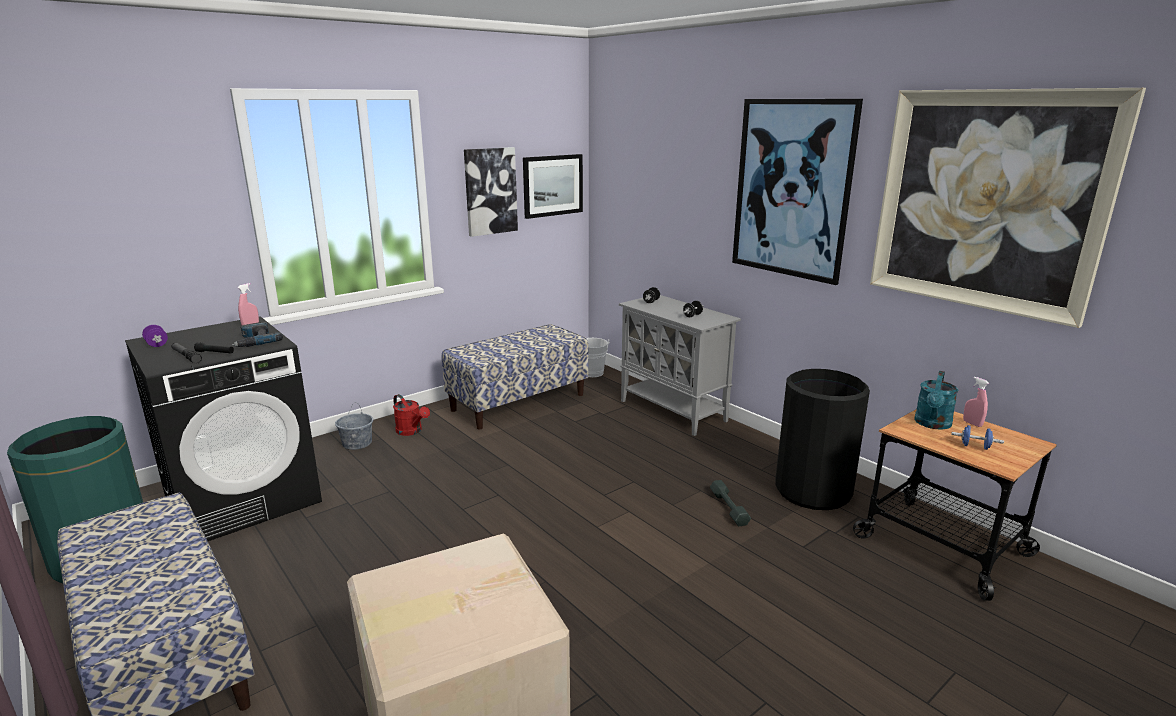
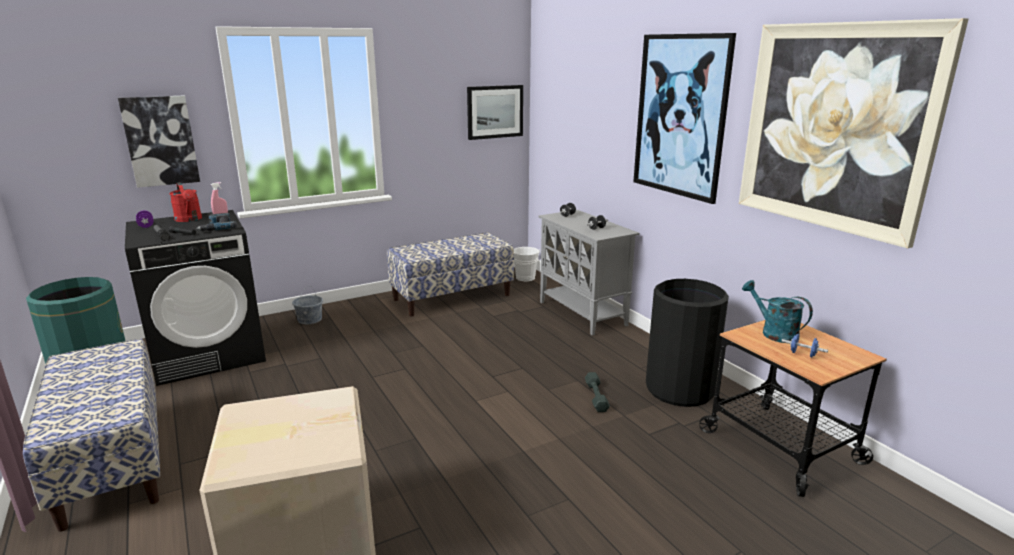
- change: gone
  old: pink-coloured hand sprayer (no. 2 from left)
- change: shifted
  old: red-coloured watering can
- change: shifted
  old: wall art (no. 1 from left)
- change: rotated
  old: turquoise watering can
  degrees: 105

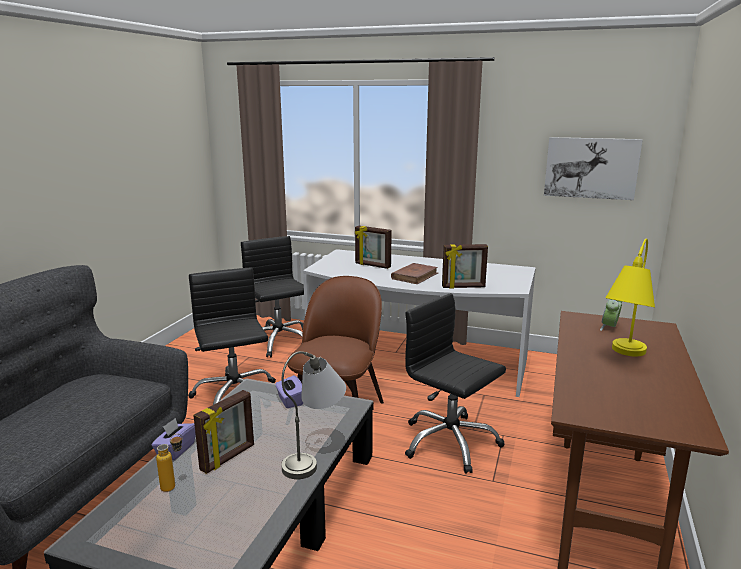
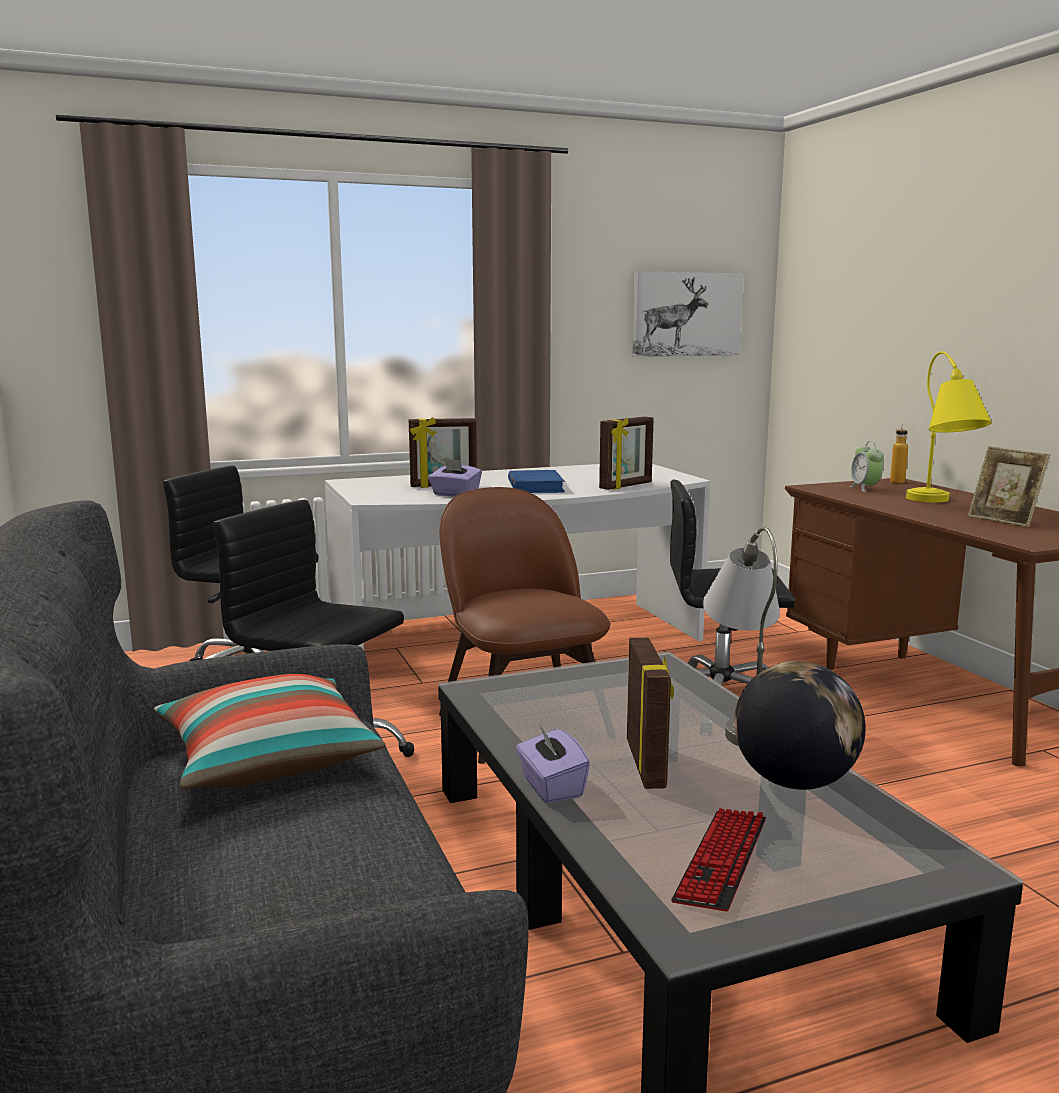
- change: new
  new: cushion
- change: new
  new: computer keyboard
- change: new
  new: desk globe
- change: new
  new: photo frame (no. 4 from left)
- change: shifted
  old: bottle
- change: shifted
  old: purple-coloured box of tissues (no. 2 from left in the first image)
  new: purple-coloured box of tissues (no. 1 from left)
- change: repainted
  old: brown book
  new: blue book

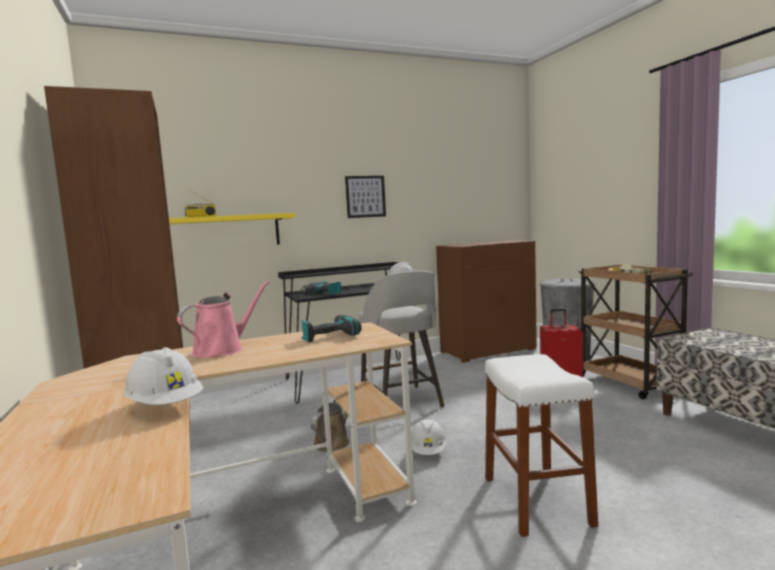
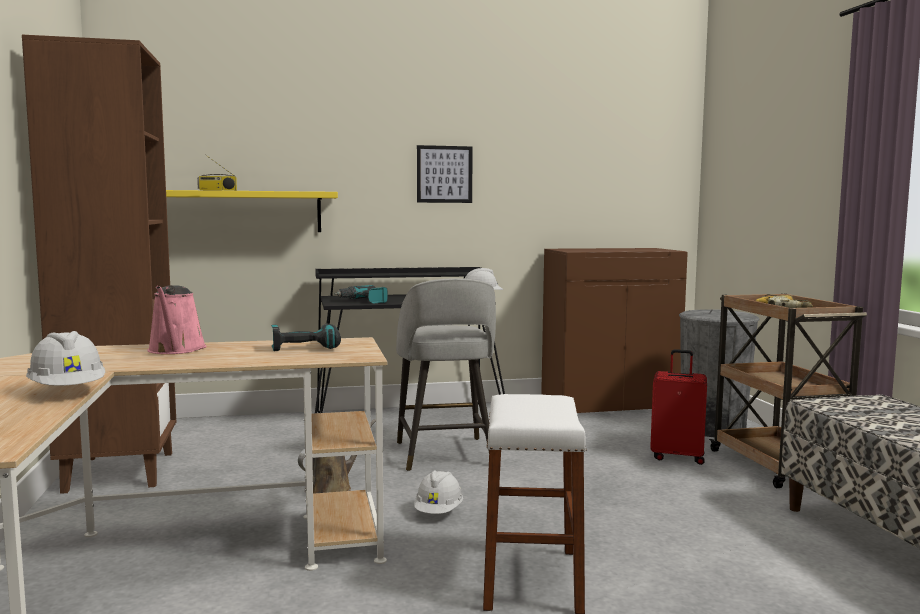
- change: rotated
  old: pink-coloured watering can
  degrees: 120

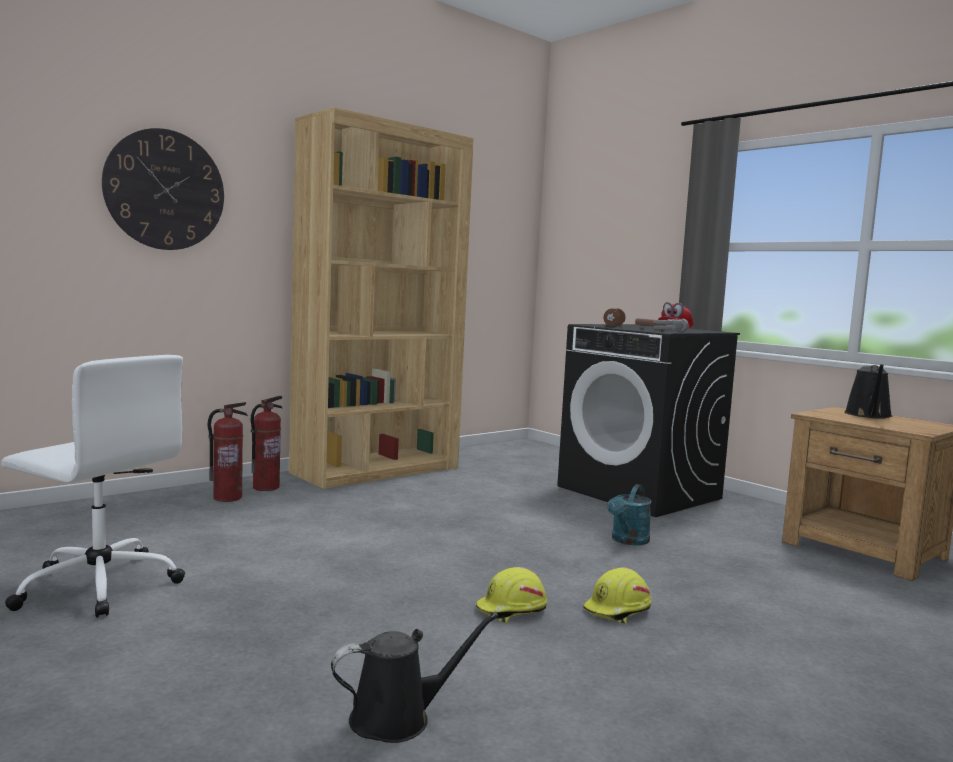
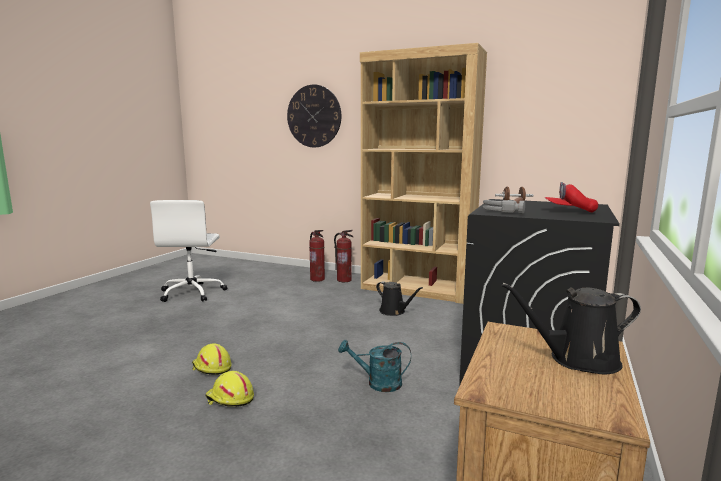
- change: shifted
  old: black watering can (no. 1 from left)

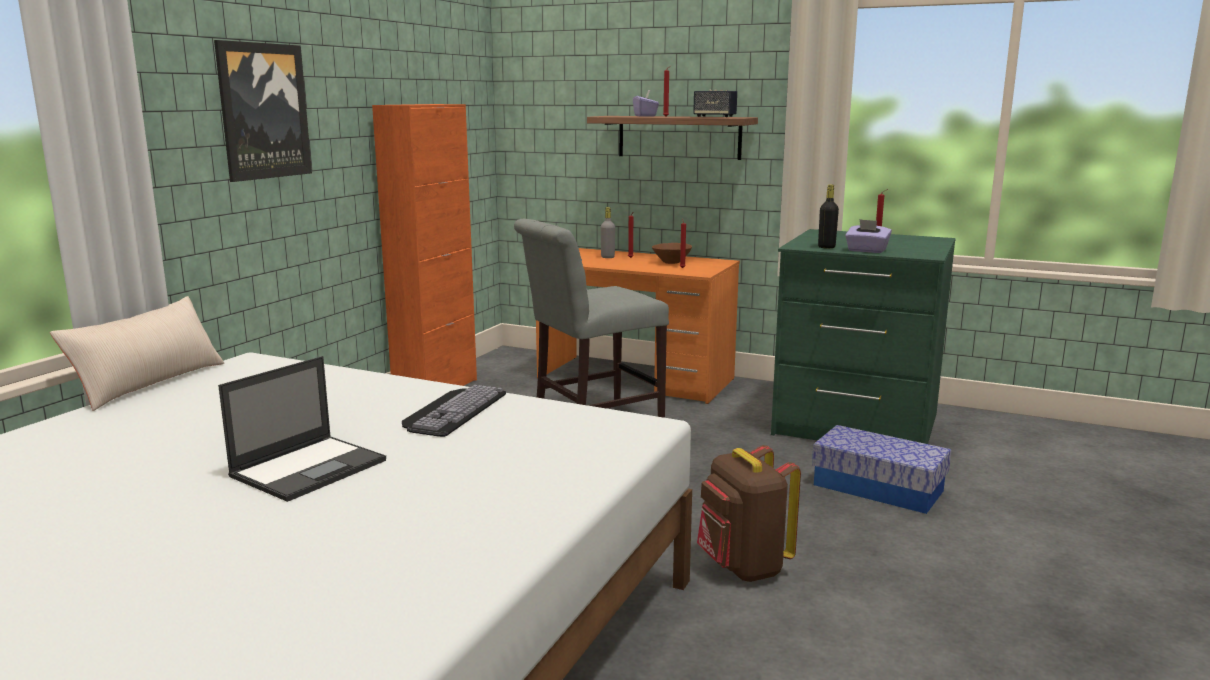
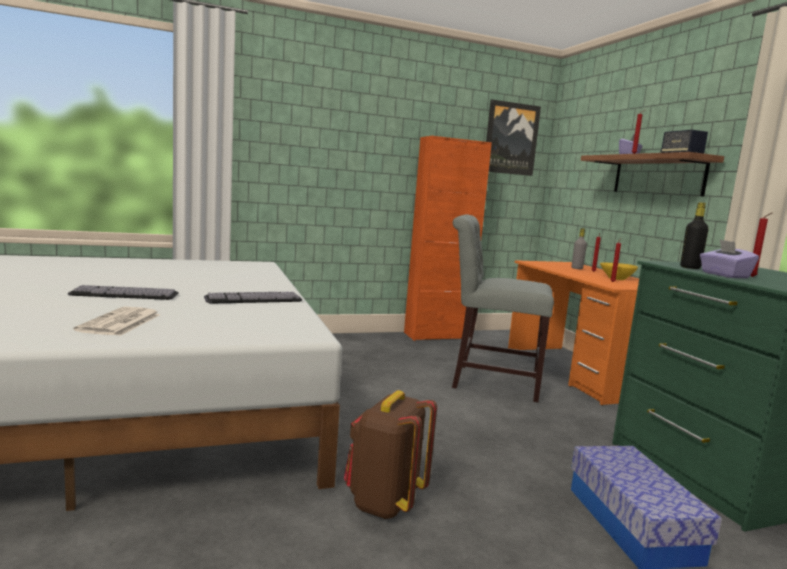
- change: gone
  old: beige-coloured cushion
- change: new
  new: daily paper
- change: shifted
  old: wall art
- change: swapped
  old: portable computer
  new: computer keyboard (no. 1 from left)
- change: repainted
  old: brown bowl
  new: yellowish bowl

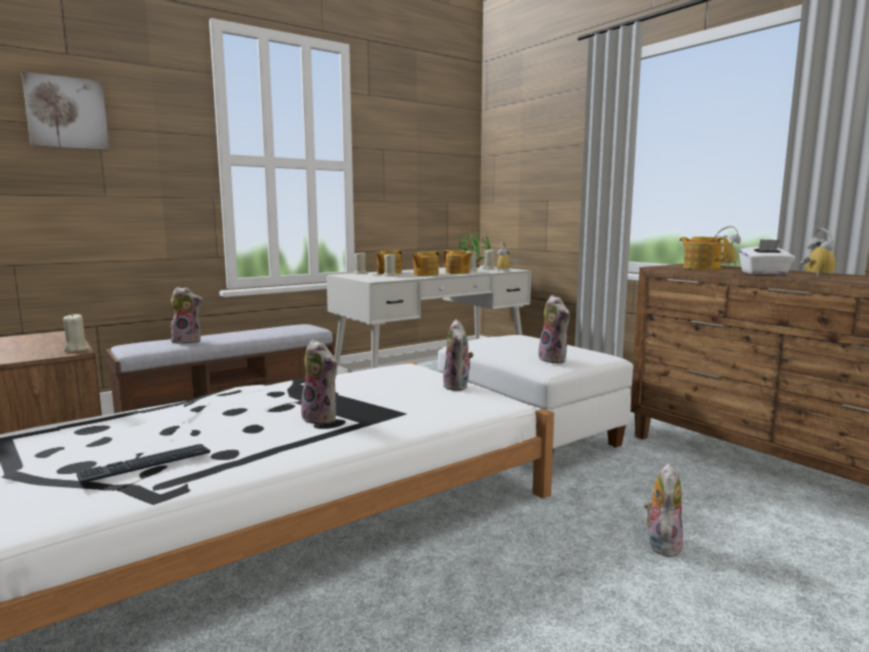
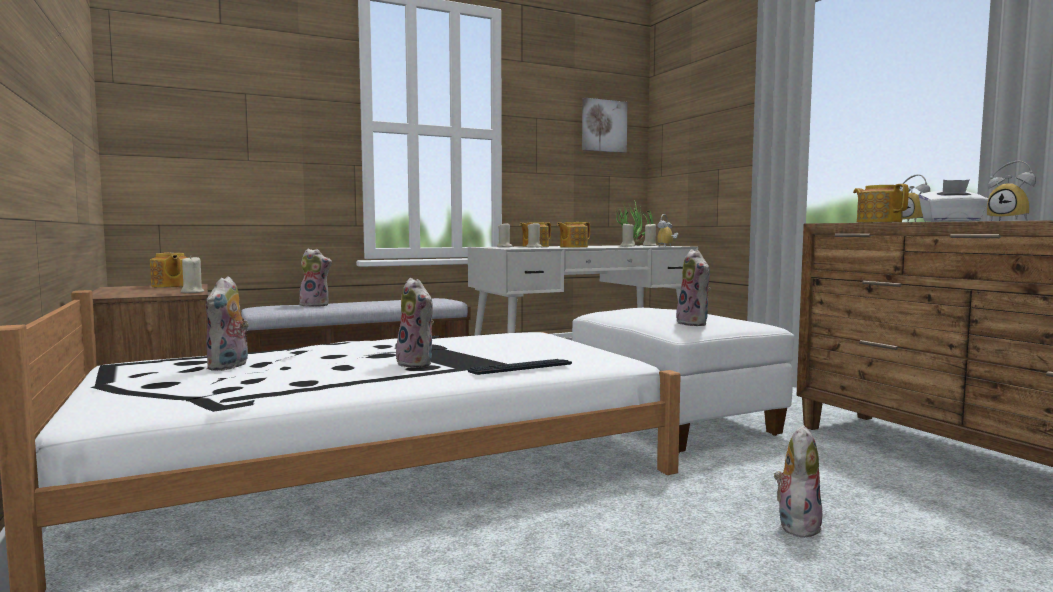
- change: shifted
  old: wall art
- change: shifted
  old: computer keyboard
- change: shifted
  old: tea pot (no. 3 from left in the first image)
  new: tea pot (no. 1 from left)
- change: shifted
  old: cuddly toy (no. 3 from left in the first image)
  new: cuddly toy (no. 1 from left)
- change: rotated
  old: alarm clock (no. 3 from left)
  degrees: 135

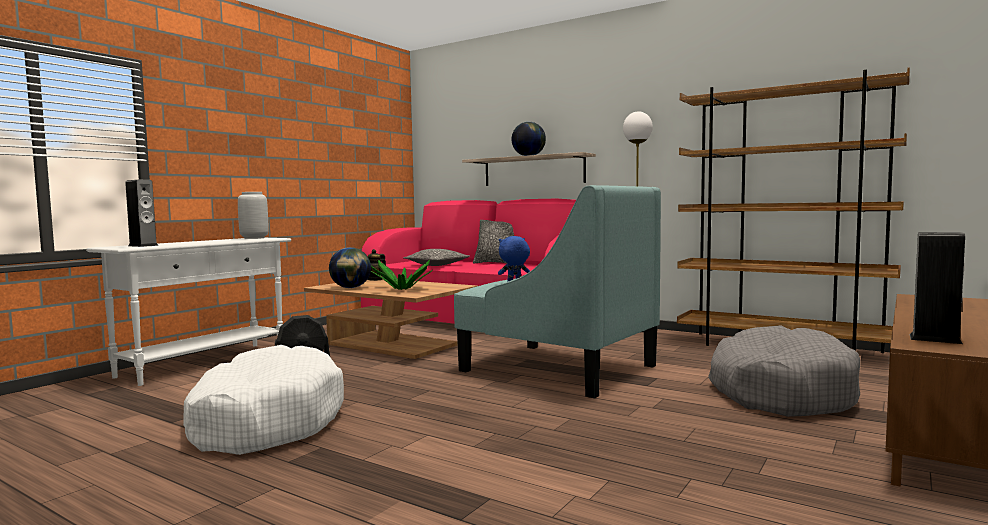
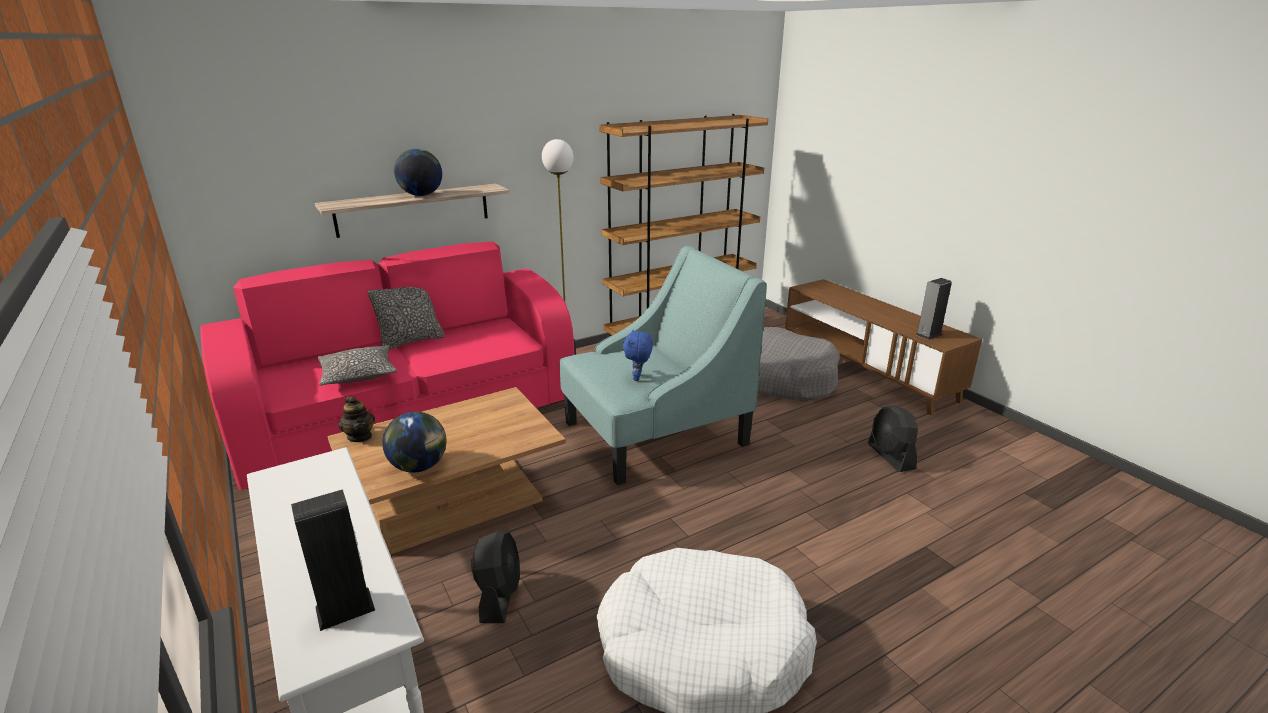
- change: gone
  old: greyish flower vase
- change: gone
  old: houseplant
- change: new
  new: black electric fan (no. 2 from left)

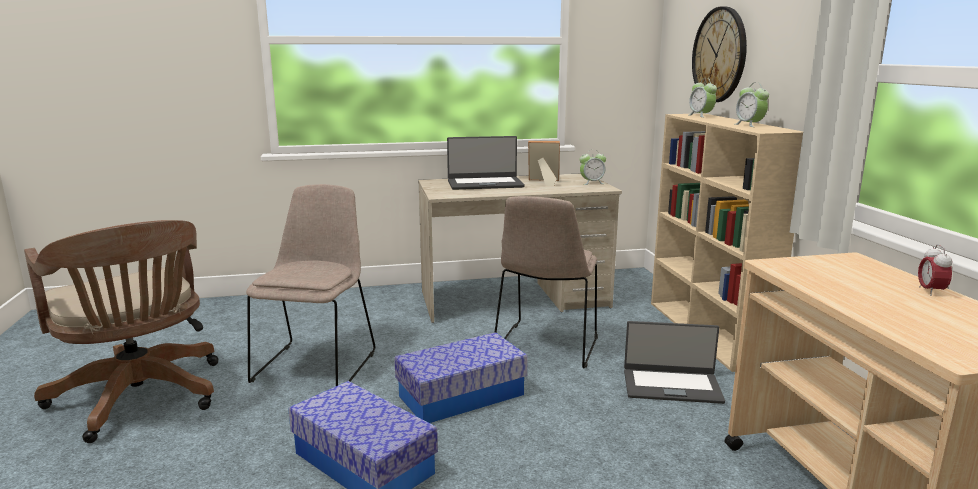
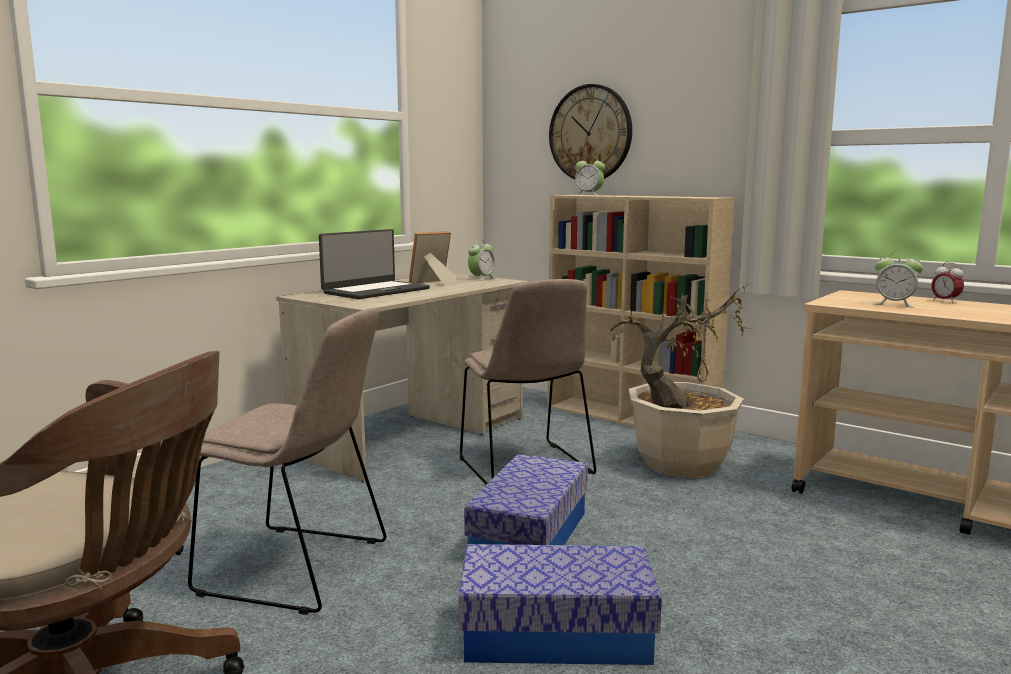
- change: shifted
  old: alarm clock (no. 3 from left)
- change: swapped
  old: portable computer (no. 2 from left)
  new: houseplant
- change: rotated
  old: beige-coloured chair (no. 1 from left)
  degrees: 135

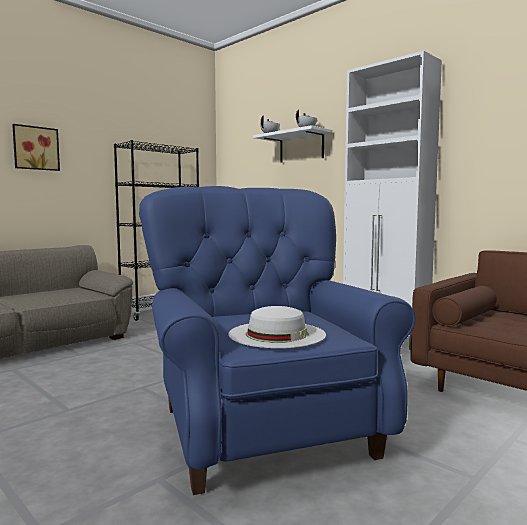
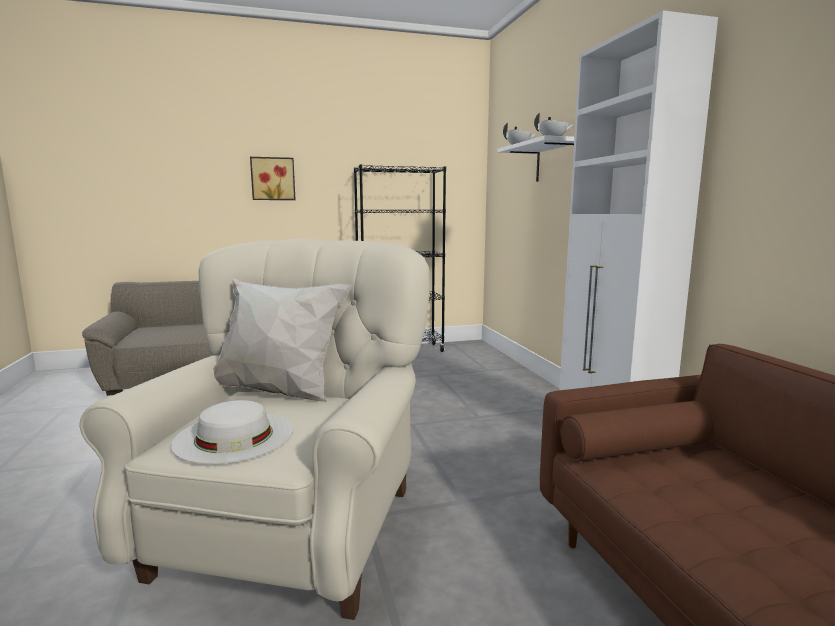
- change: new
  new: white cushion
- change: repainted
  old: blue lounge chair
  new: beige-coloured lounge chair

